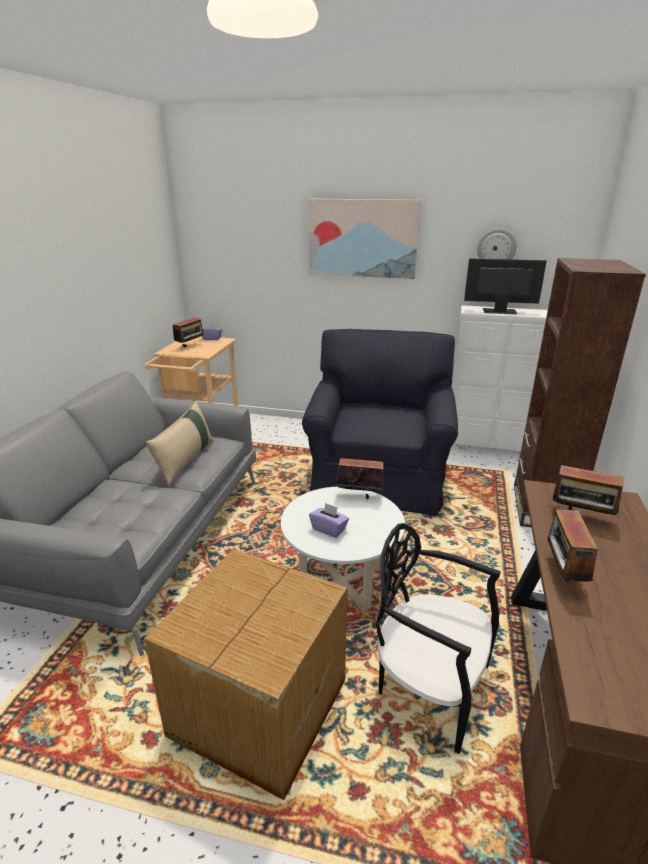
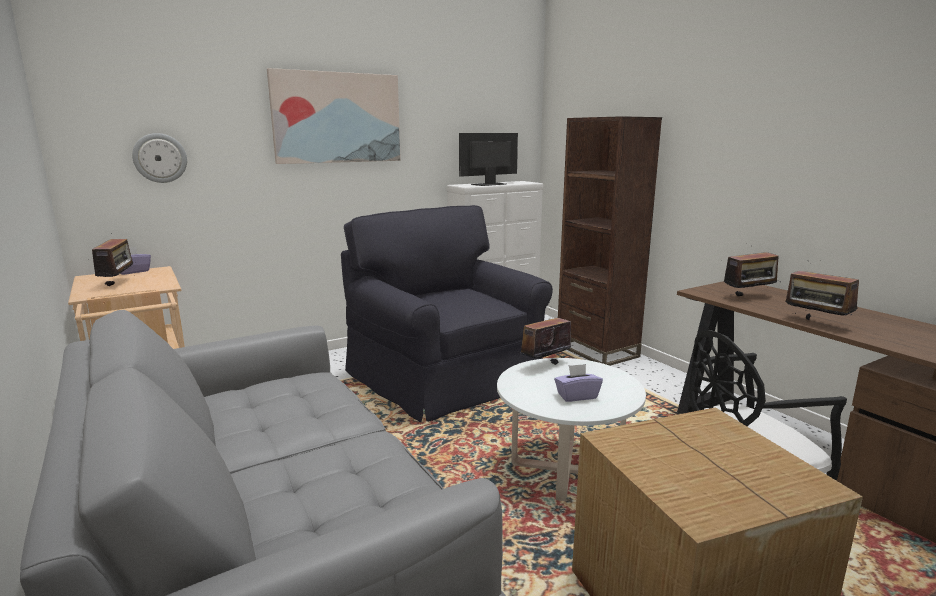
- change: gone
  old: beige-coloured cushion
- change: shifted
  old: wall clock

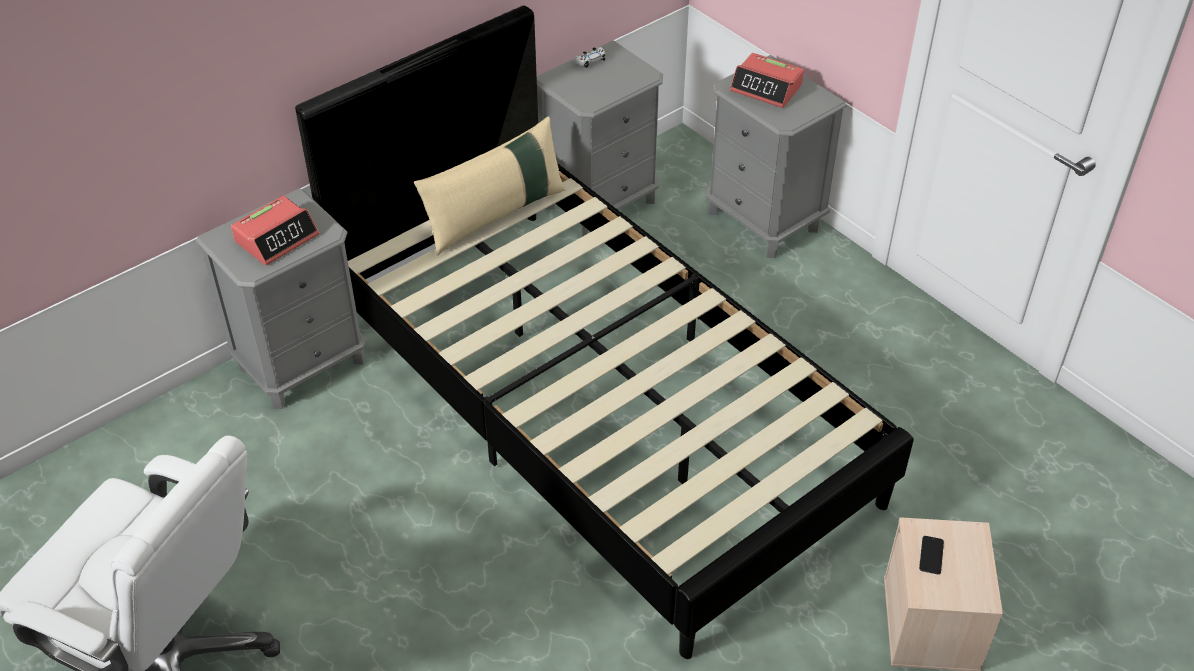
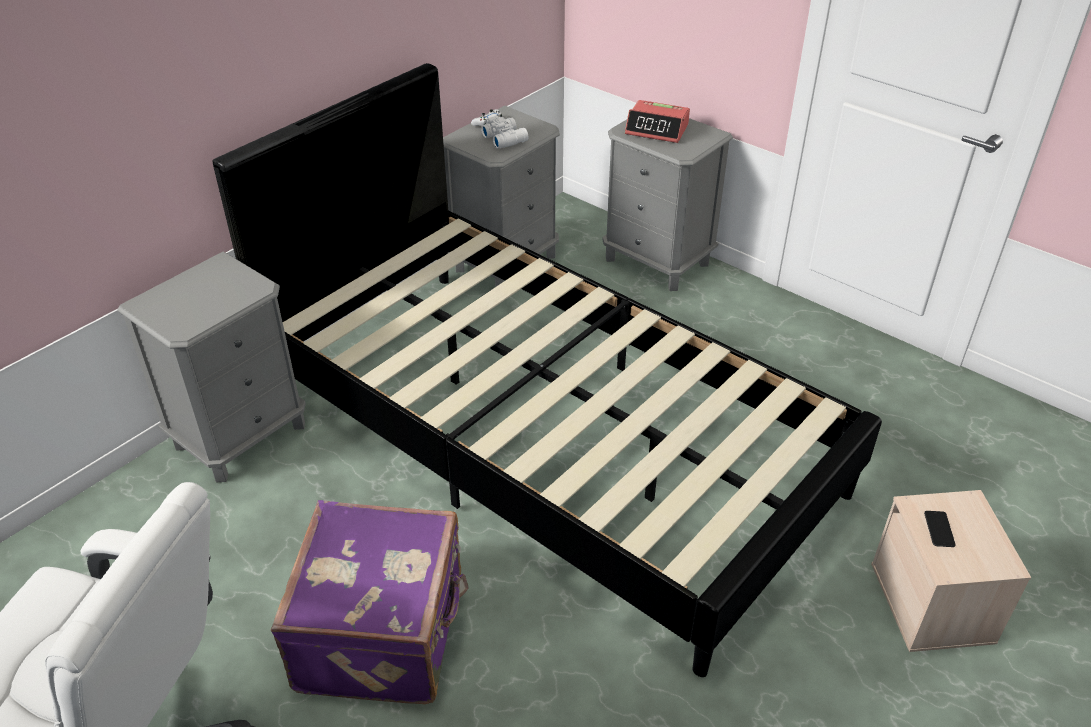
- change: gone
  old: alarm clock (no. 1 from left)
- change: gone
  old: beige-coloured cushion
- change: new
  new: purple-coloured suitcase
- change: new
  new: white field glasses

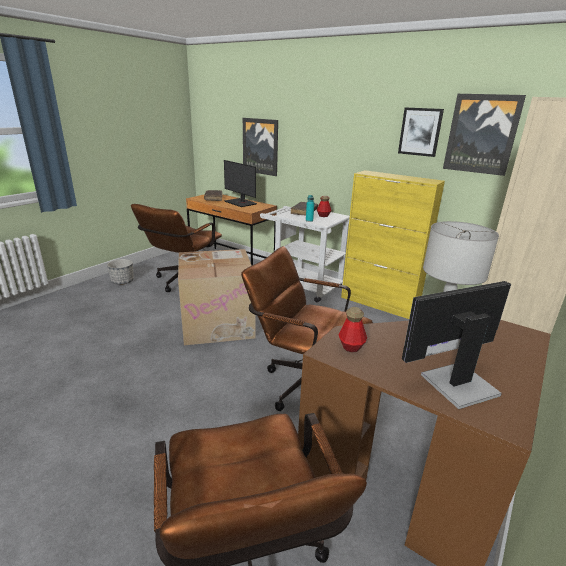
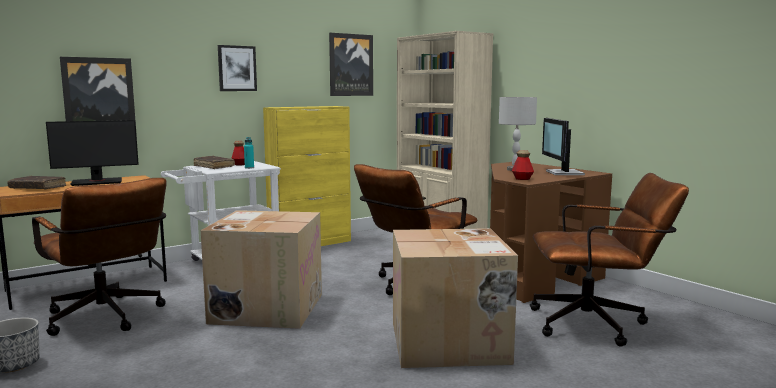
- change: new
  new: cardboard box (no. 2 from left)
- change: shifted
  old: wall art (no. 2 from left)

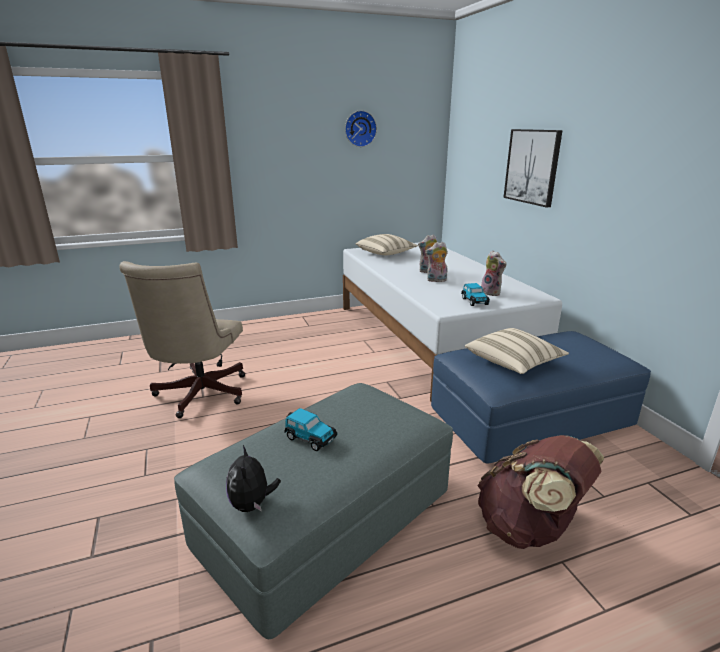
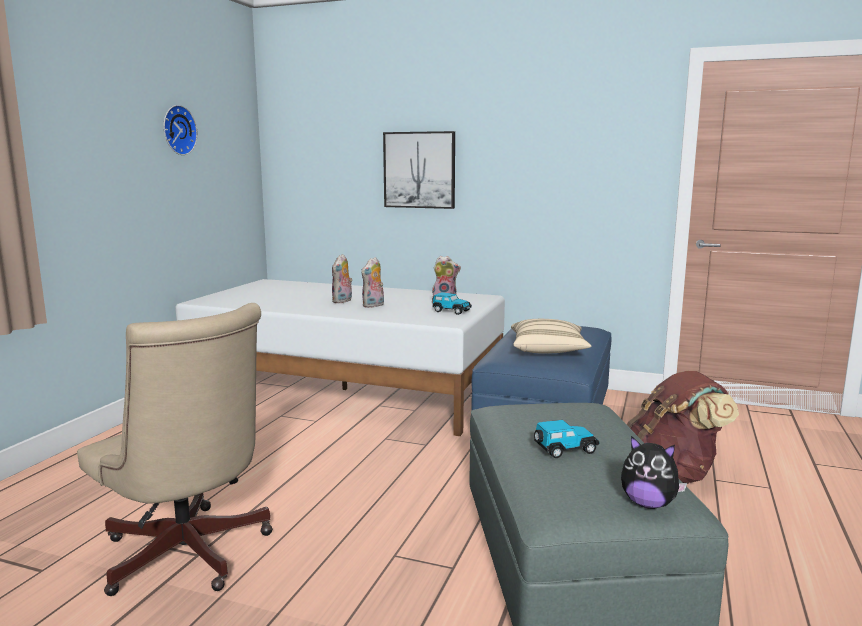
- change: gone
  old: beige-coloured cushion (no. 1 from left)

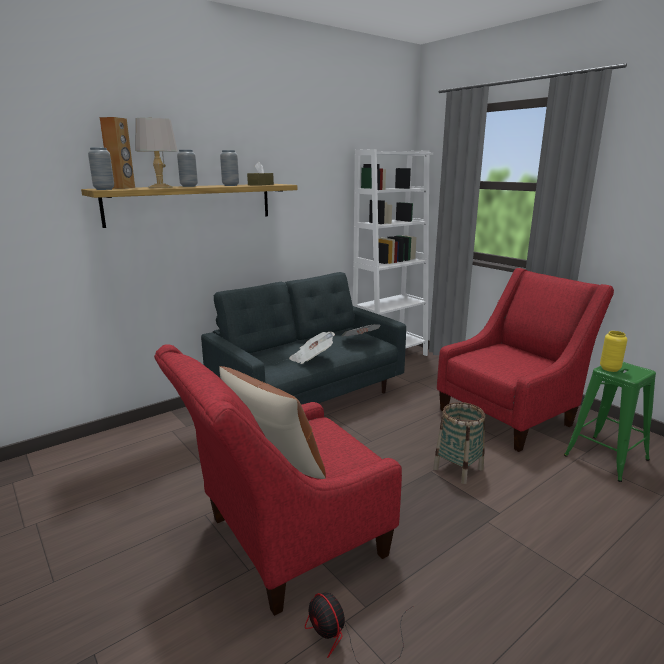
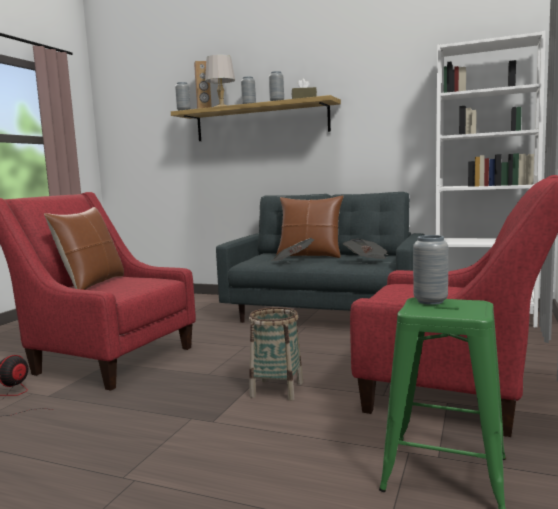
- change: new
  new: brown cushion (no. 2 from left)
- change: repainted
  old: yellowish flower vase
  new: greyish flower vase (no. 4 from left)

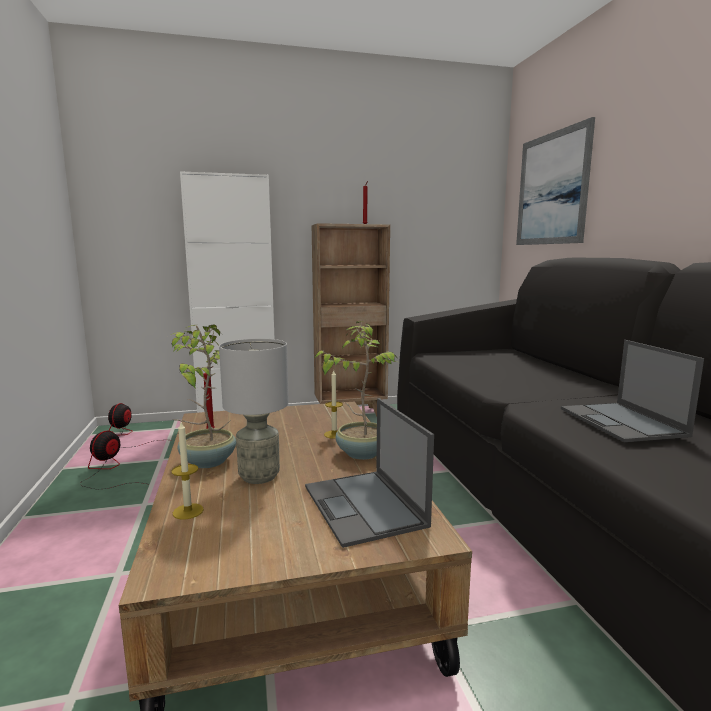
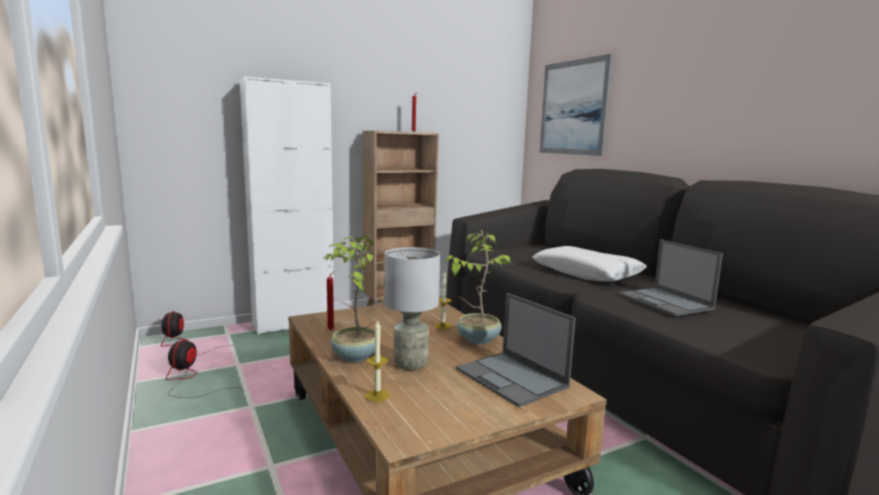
- change: new
  new: white cushion

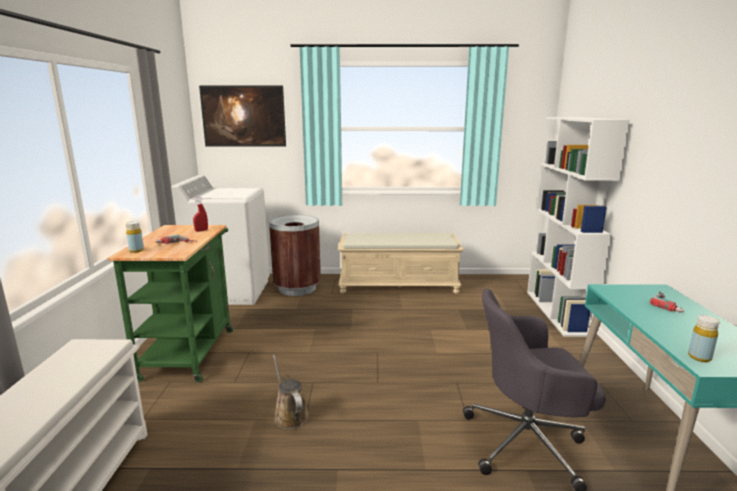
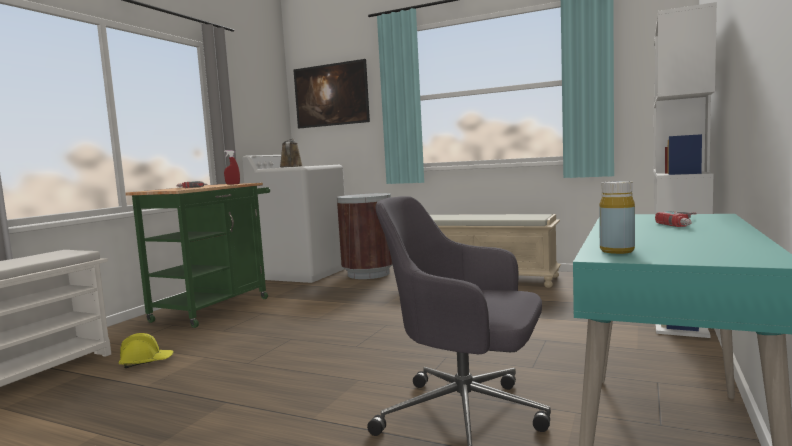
- change: gone
  old: yellowish bottle (no. 1 from left)
- change: new
  new: yellowish safety helmet
- change: shifted
  old: brown watering can

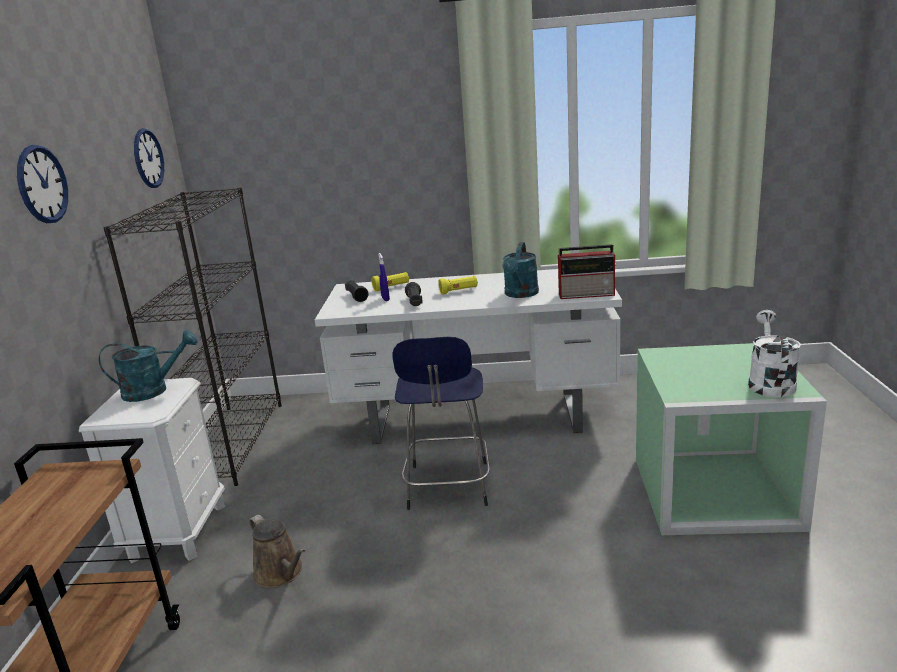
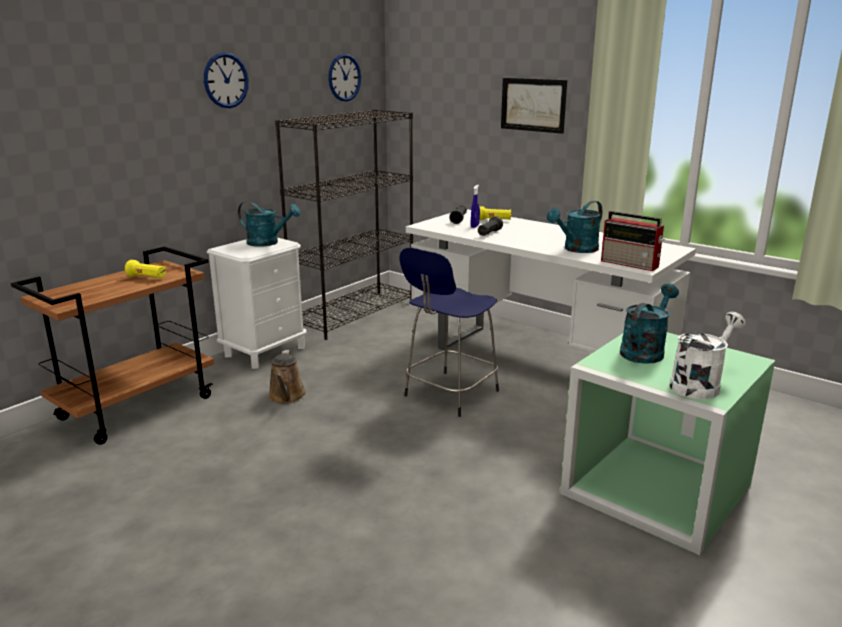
- change: new
  new: wall art
- change: new
  new: turquoise watering can (no. 3 from left)
- change: shifted
  old: yellowish flashlight (no. 2 from left in the first image)
  new: yellowish flashlight (no. 1 from left)

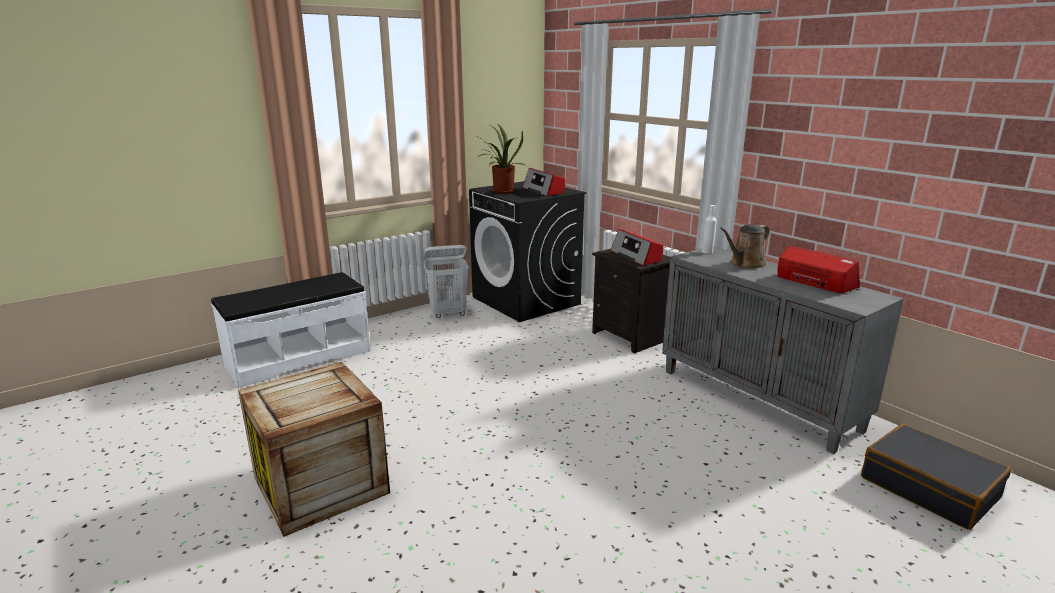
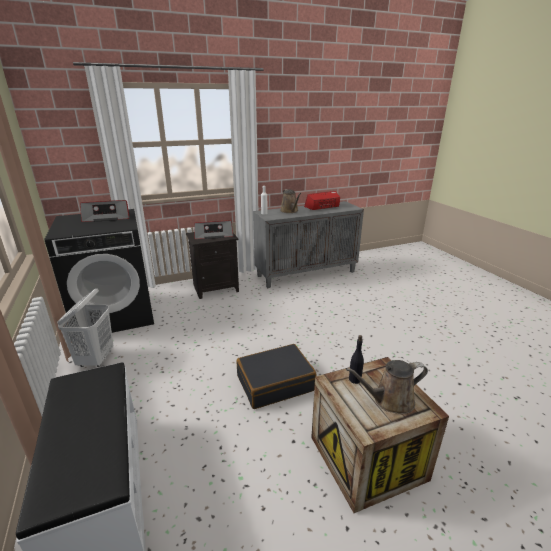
- change: gone
  old: houseplant
- change: new
  new: brown watering can (no. 2 from left)
- change: new
  new: black bottle
- change: shifted
  old: black suitcase

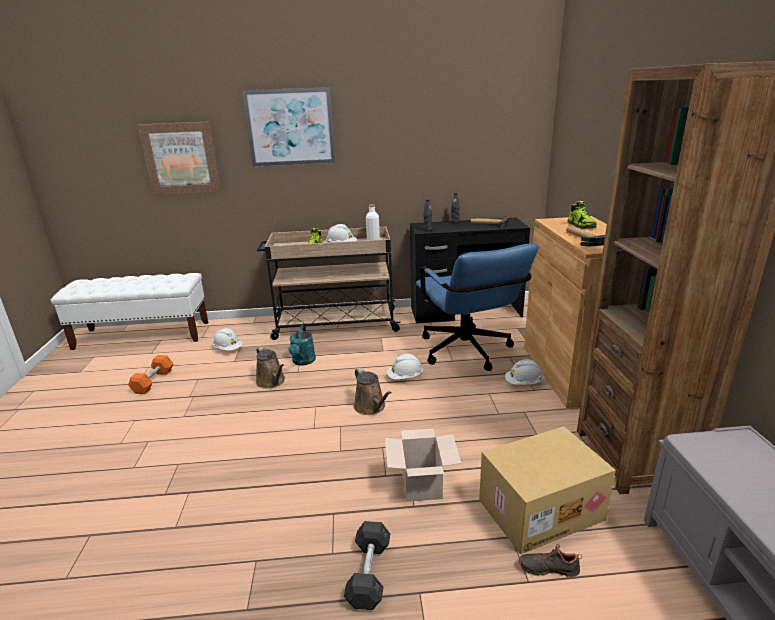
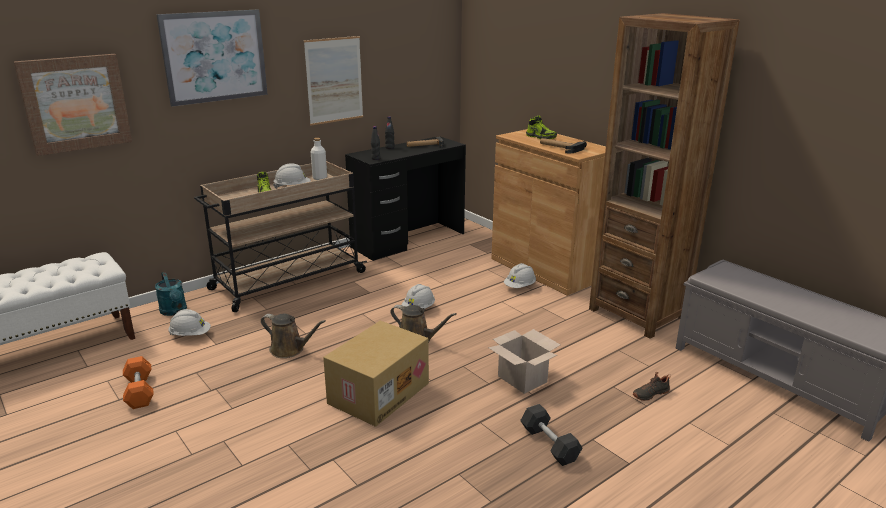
- change: gone
  old: blue office chair
- change: new
  new: wall art (no. 3 from left)
- change: shifted
  old: turquoise watering can
- change: shifted
  old: cardboard box (no. 2 from left in the first image)
  new: cardboard box (no. 1 from left)

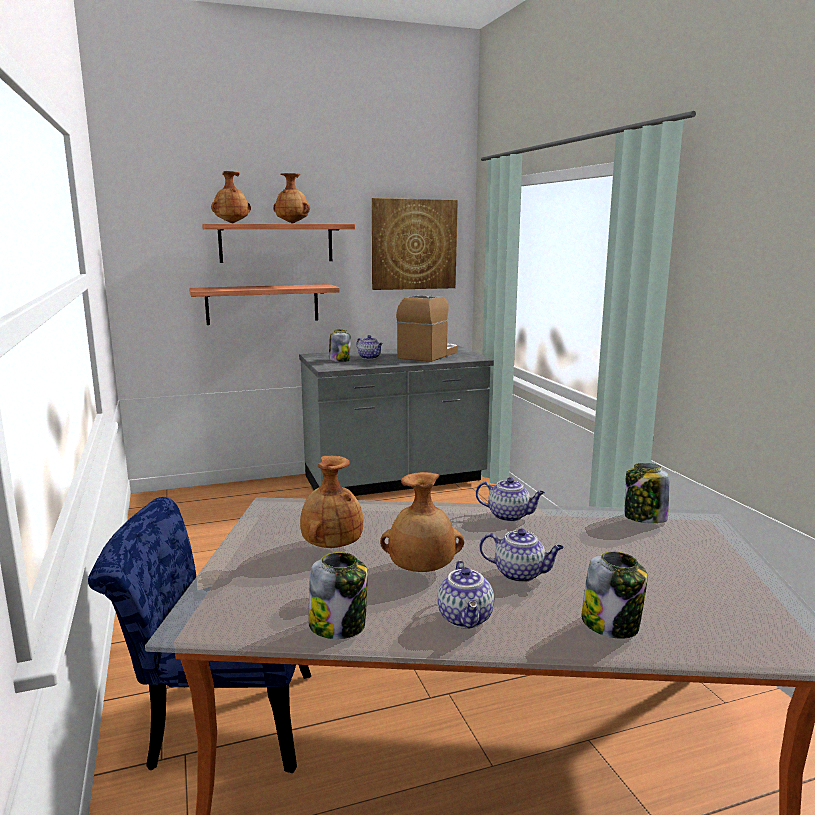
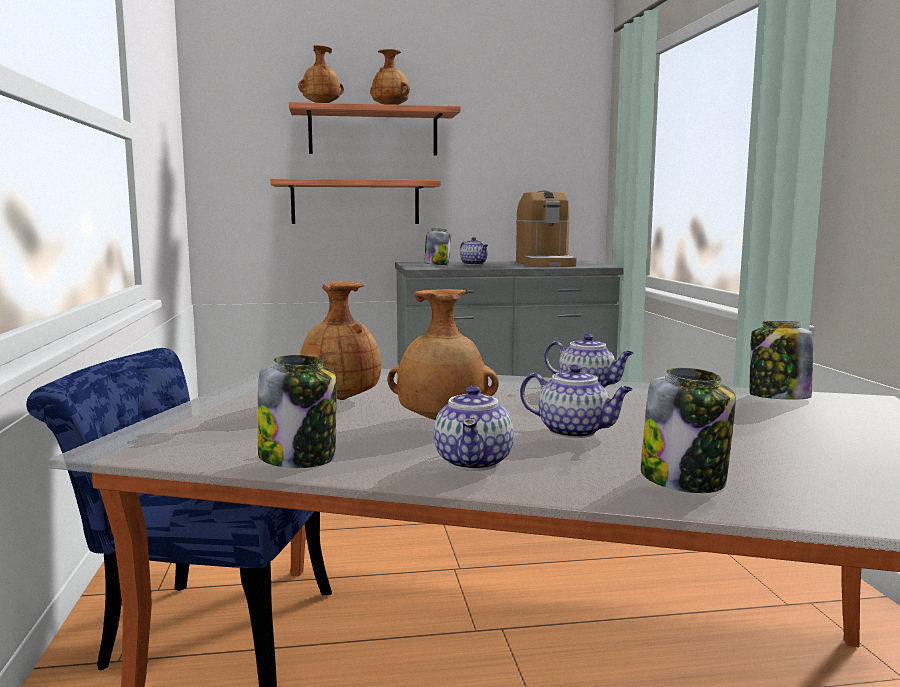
- change: gone
  old: wall art
- change: rotated
  old: coffee machine
  degrees: 135

